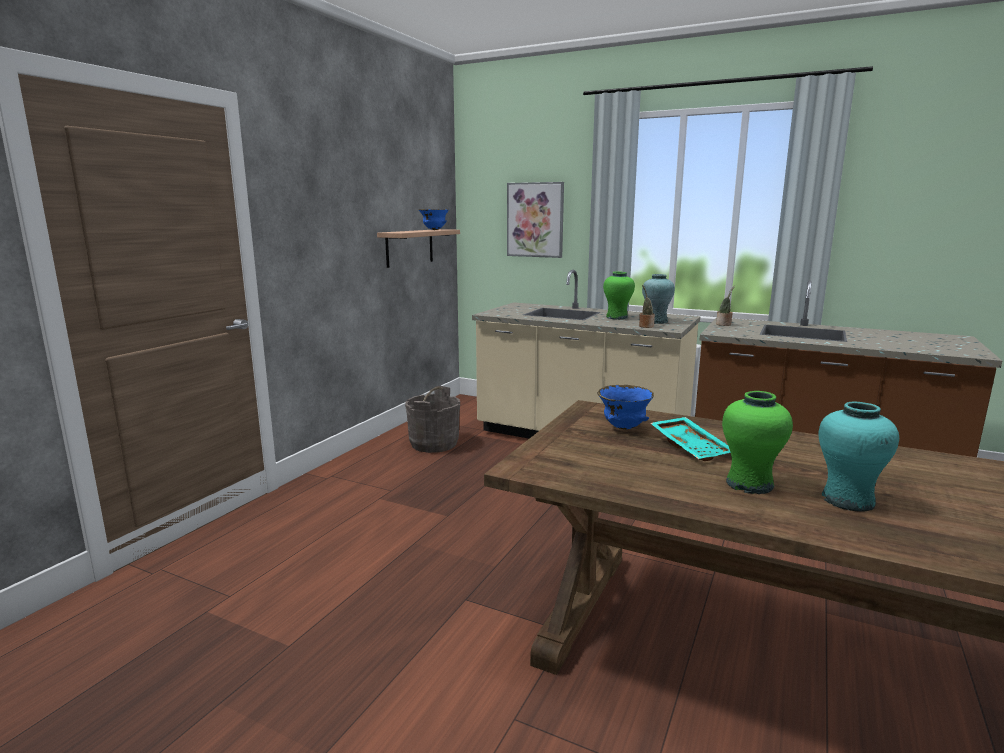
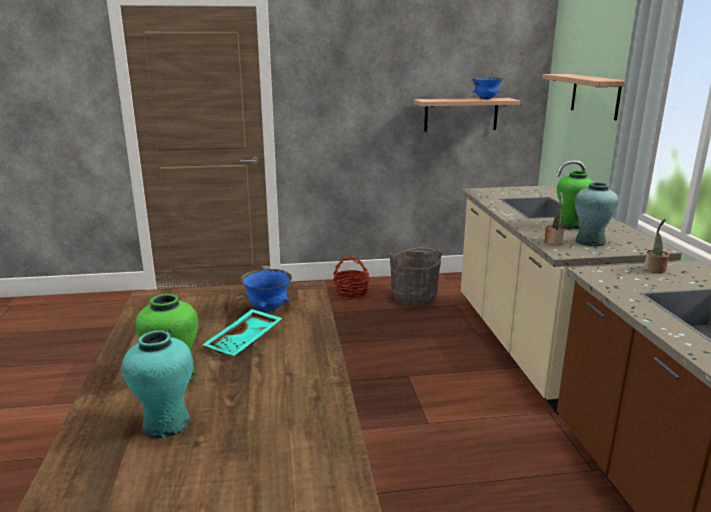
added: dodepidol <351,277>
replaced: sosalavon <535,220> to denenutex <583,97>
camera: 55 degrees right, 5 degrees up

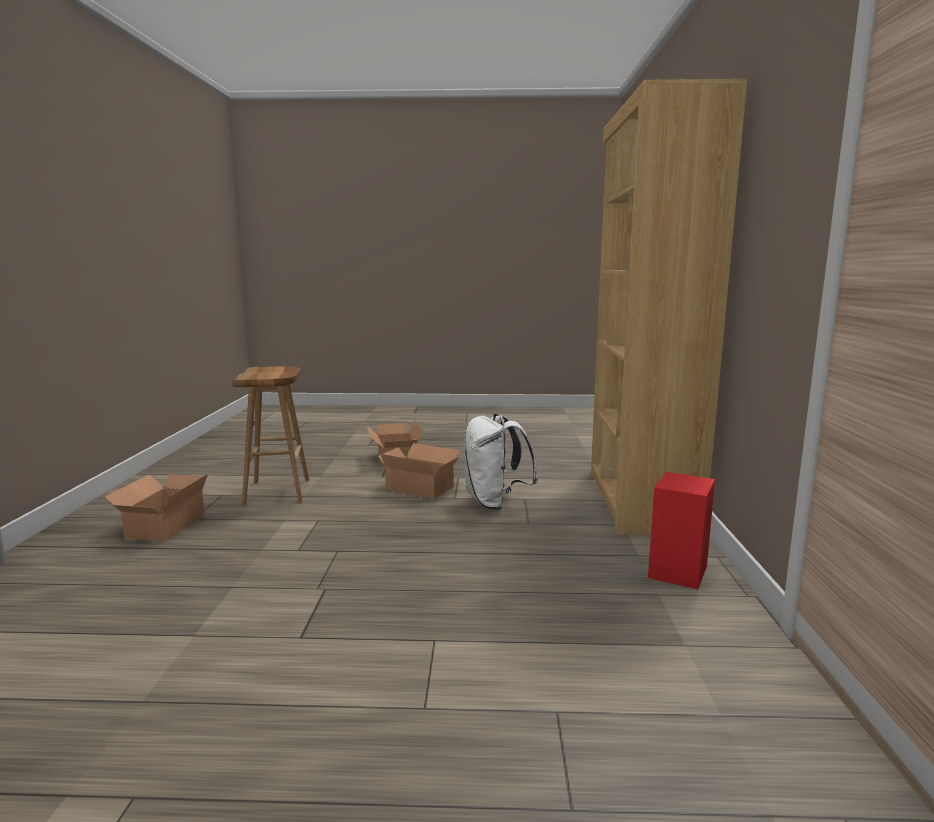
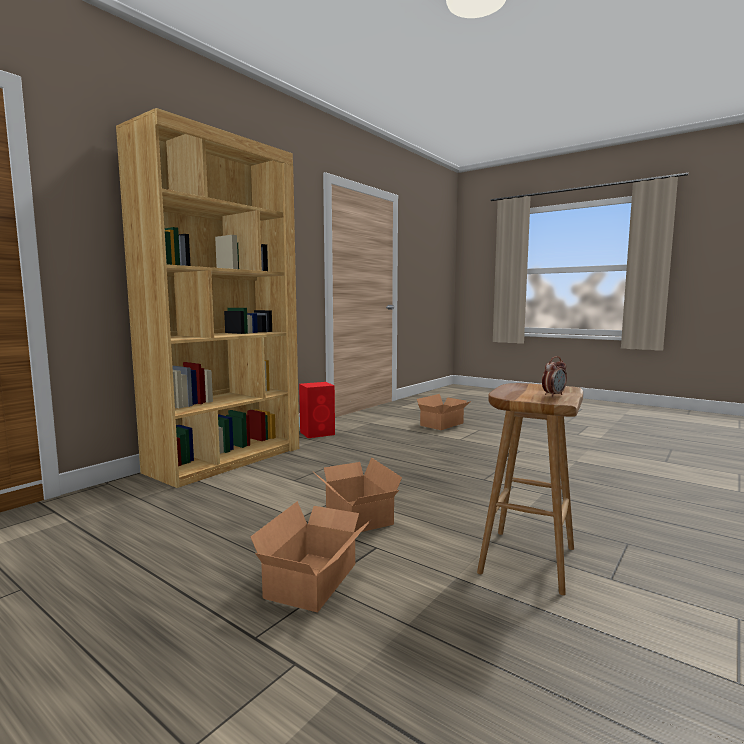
removed: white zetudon <501,462>
added: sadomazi <554,376>
moved: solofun <156,507> to <444,412>
camera: 145 degrees left, 5 degrees down

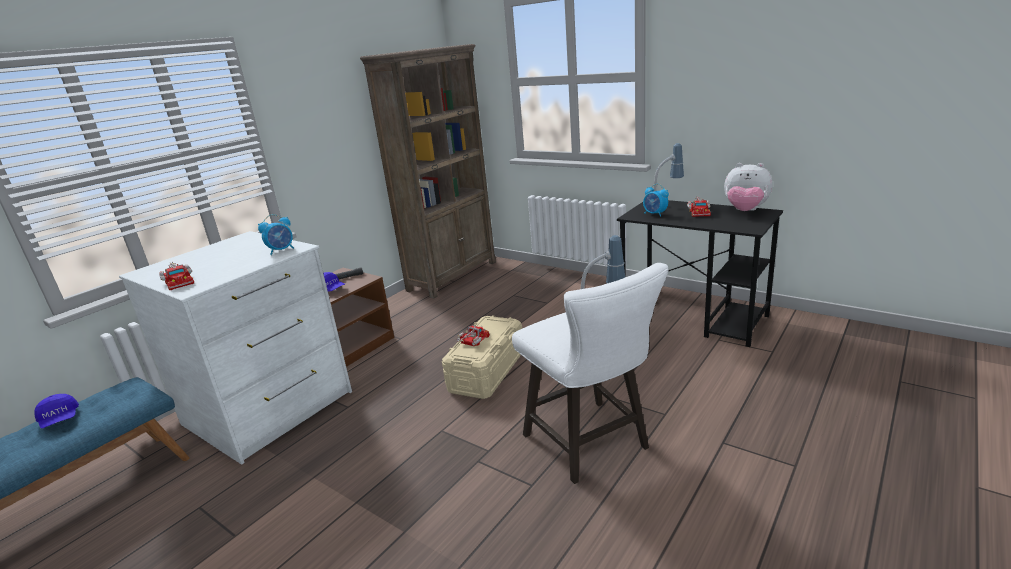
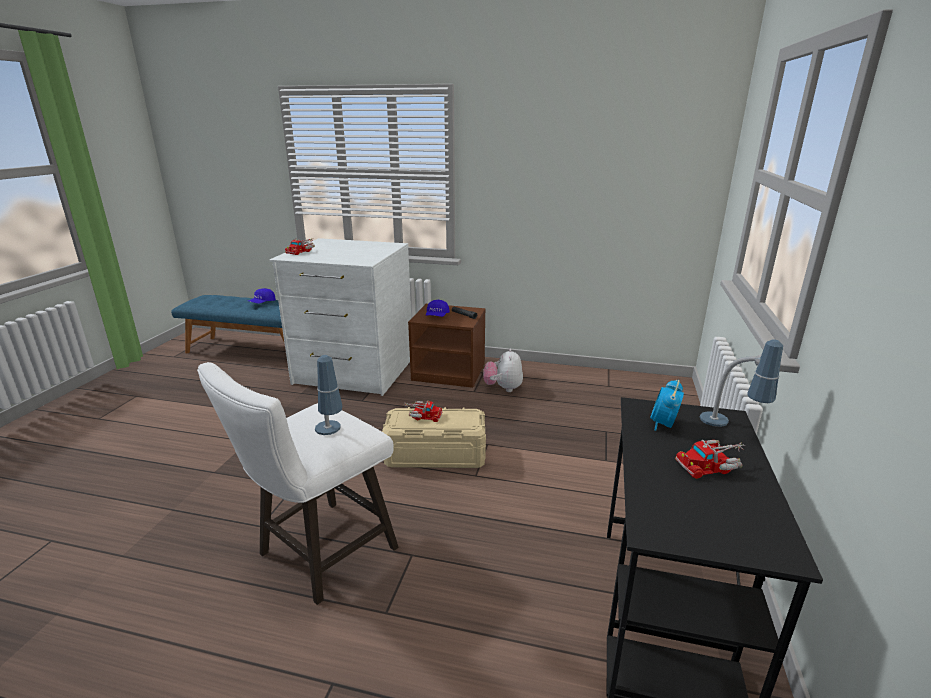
removed: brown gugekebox <428,171>; sadomazi <276,234>
moved: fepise <748,187> to <503,370>
camera: 65 degrees right, 0 degrees up

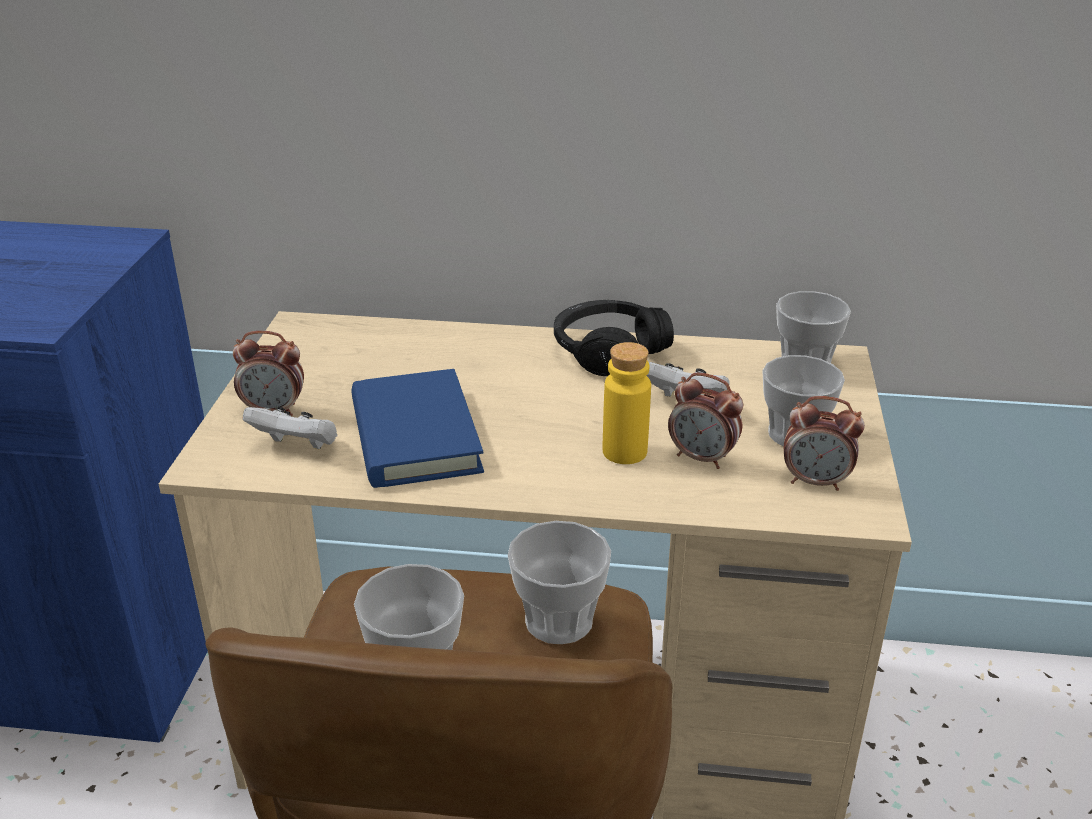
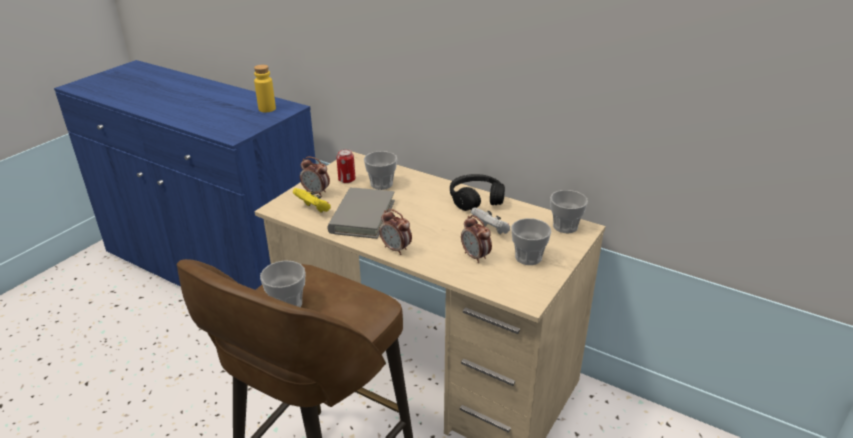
added: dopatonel <346,166>
moved: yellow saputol <627,403> to <265,88>; sadomazi <824,443> to <395,232>; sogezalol <559,582> to <380,170>
recoloured: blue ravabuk <418,428> to grey ravabuk <361,213>; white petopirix <290,427> to yellow petopirix <312,200>
camera: 25 degrees right, 0 degrees up

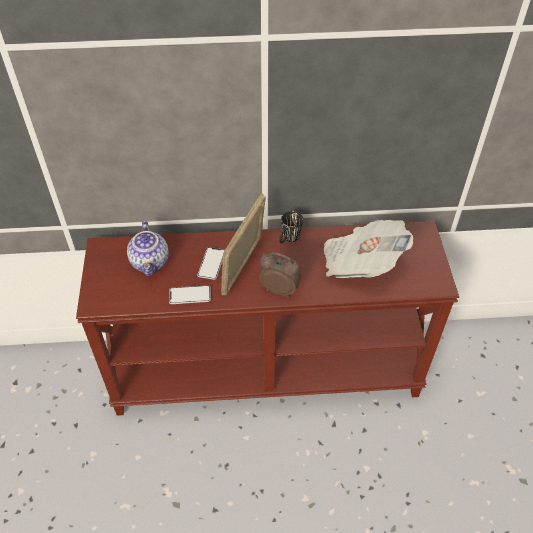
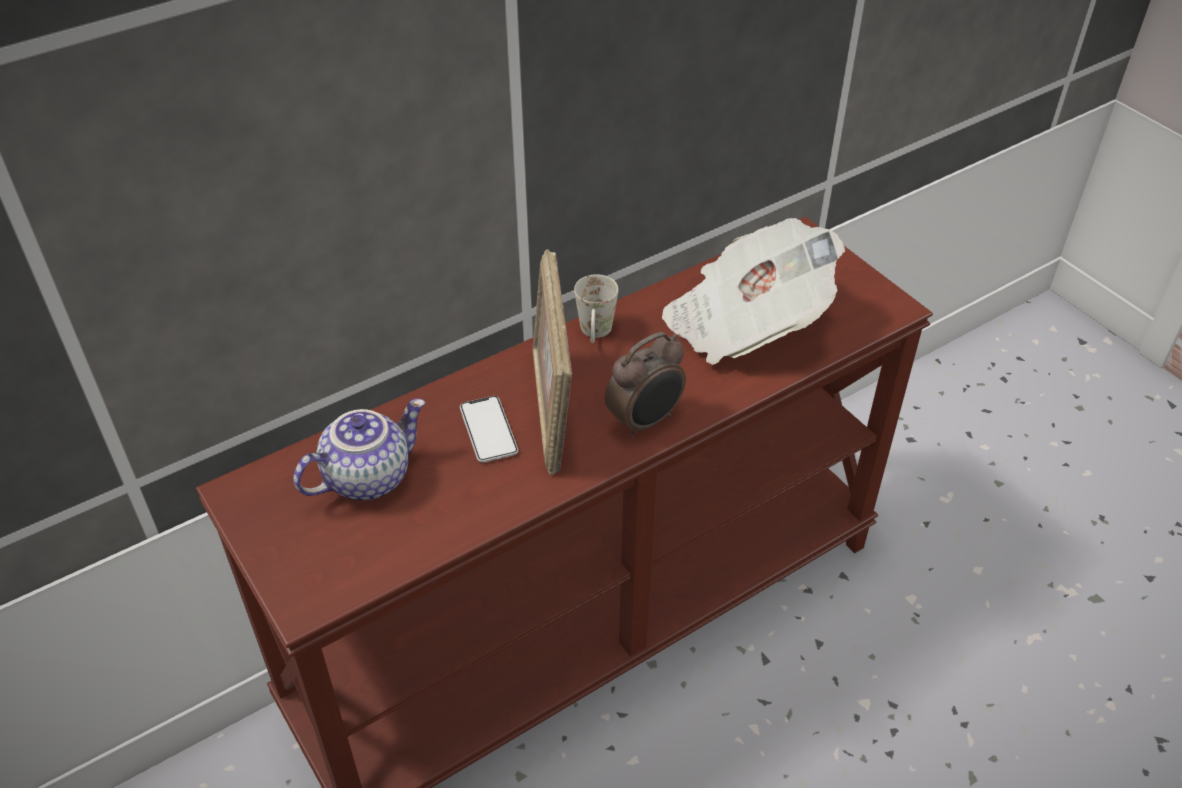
removed: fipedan <190,294>
recoloured: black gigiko <291,227> to white gigiko <596,308>
turned: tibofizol <148,248> = <359,449> 90 degrees counterclockwise; sadomazi <280,275> = <645,385> 150 degrees clockwise
camera: 30 degrees left, 5 degrees down

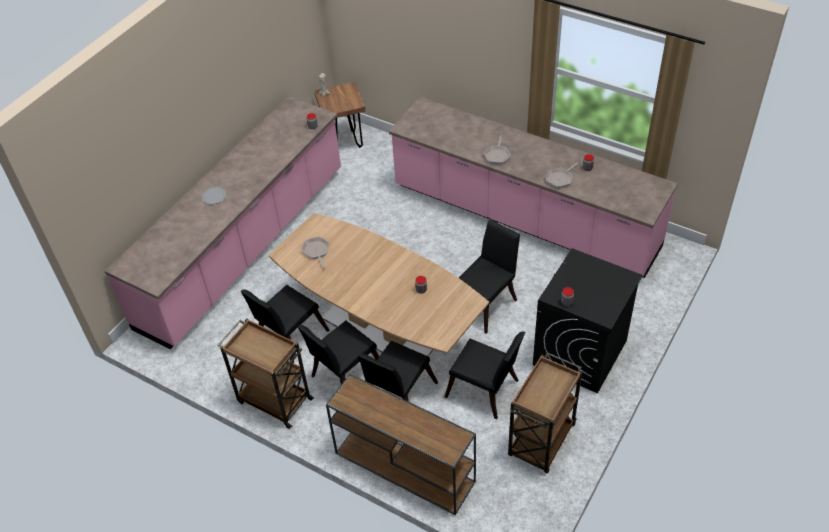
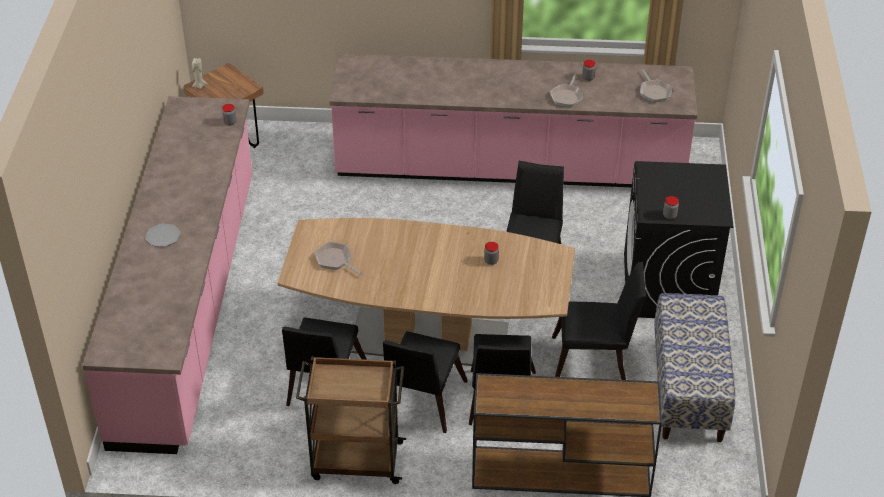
moved: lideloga <497,149> to <656,86>
replaced: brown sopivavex <545,413> to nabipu <695,367>
camera: 30 degrees left, 5 degrees down

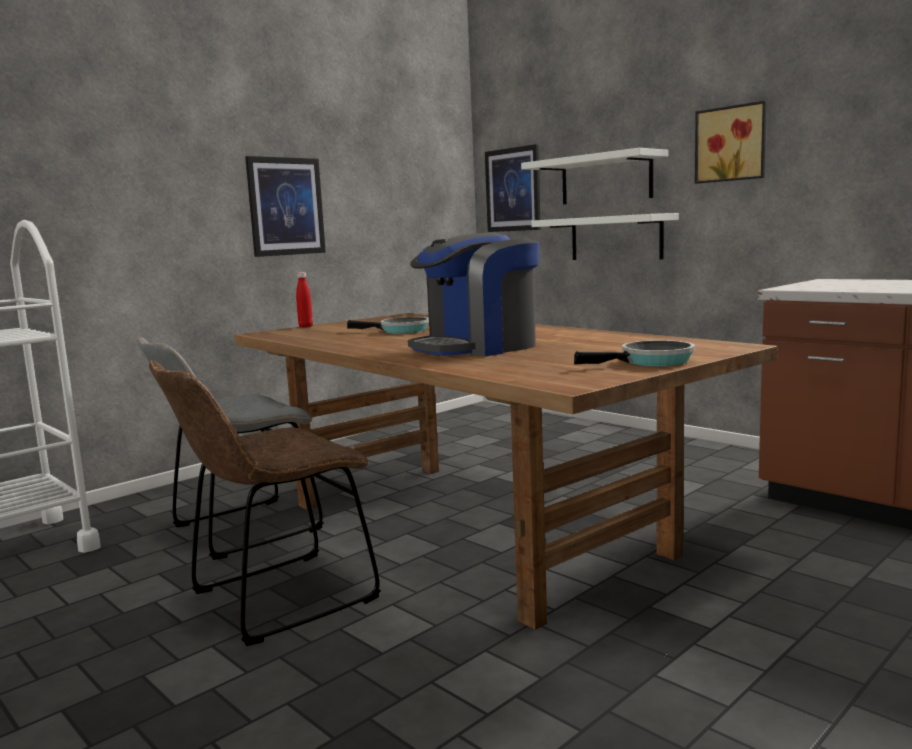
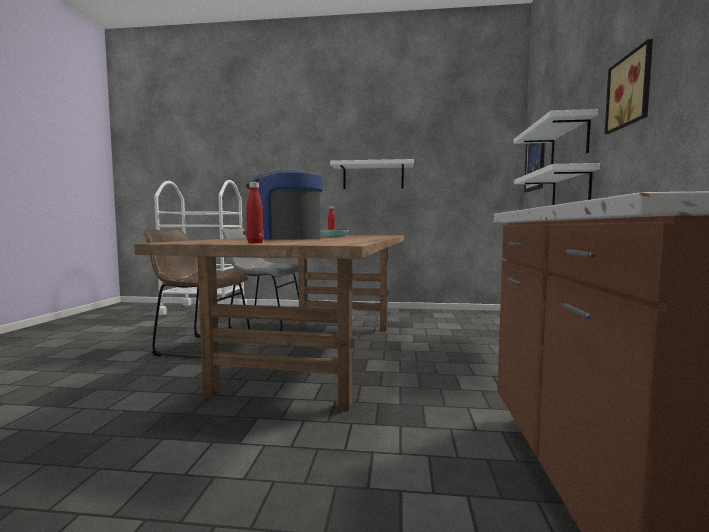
replaced: sosalavon <285,206> to white denenutex <372,174>; lideloga <634,353> to red saputol <255,212>
camera: 50 degrees right, 5 degrees down

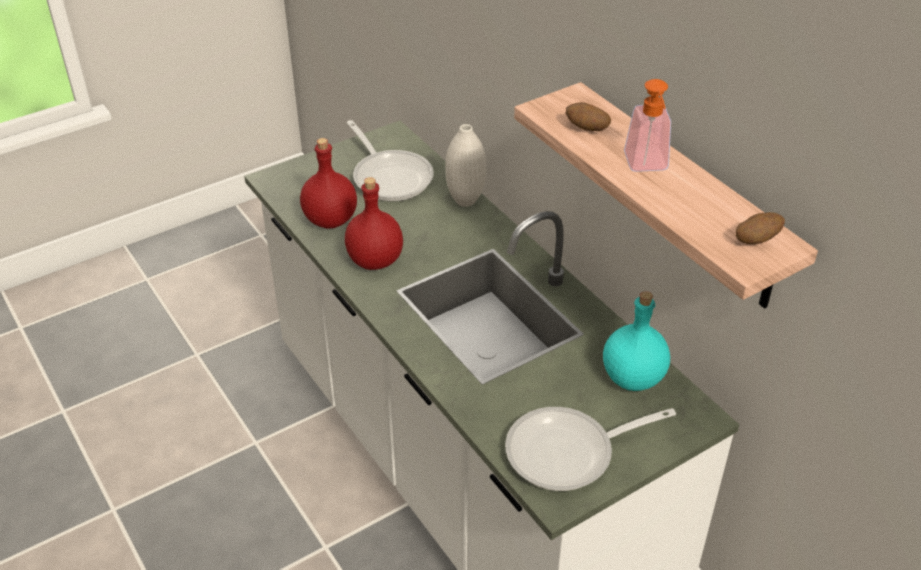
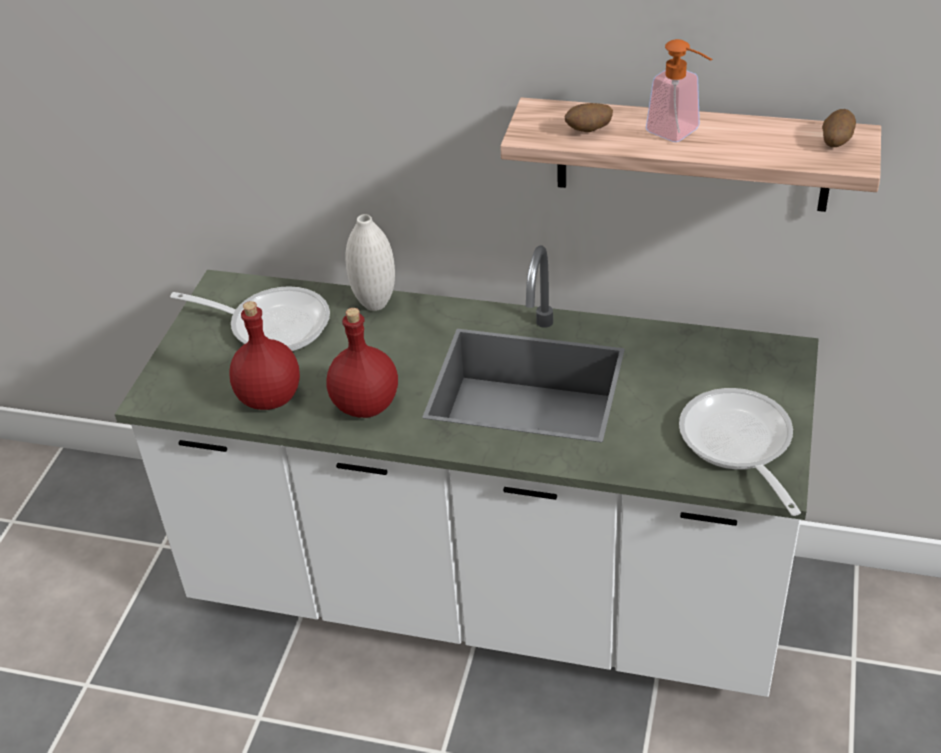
removed: turquoise saputol <636,341>
turned: lideloga <590,449> = <740,452> 135 degrees clockwise
camera: 40 degrees left, 0 degrees up

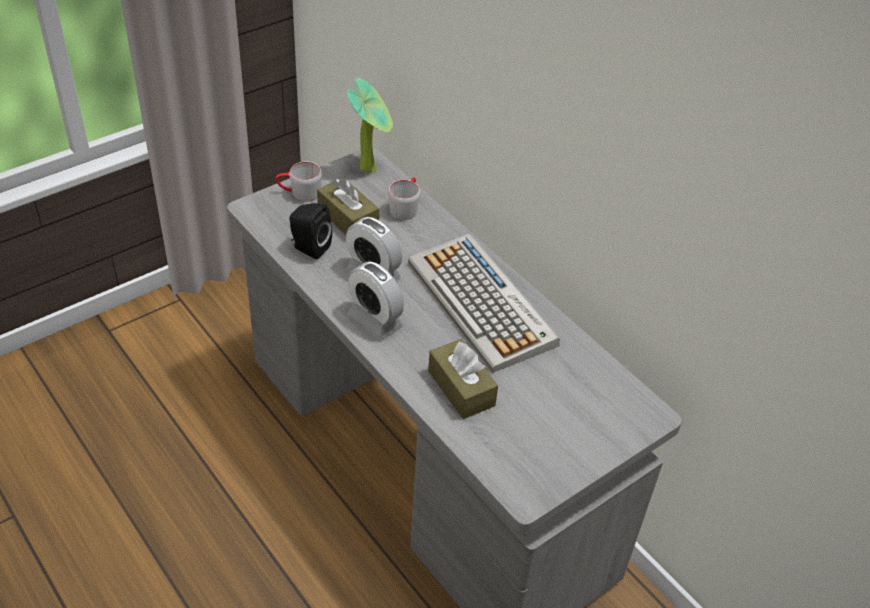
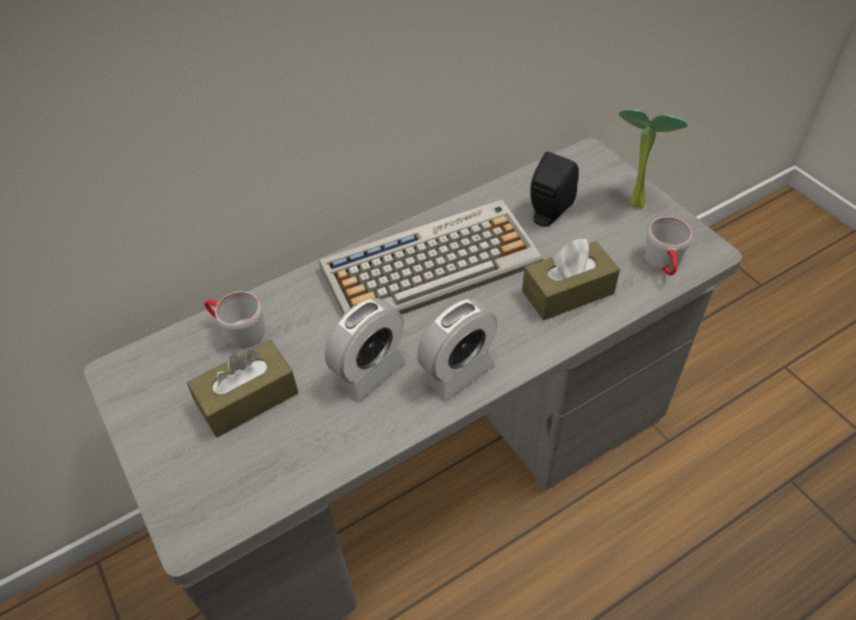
moved: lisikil <370,125> to <653,158>; grey gigiko <298,182> to <668,246>; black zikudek <310,231> to <554,189>
camera: 80 degrees left, 5 degrees up

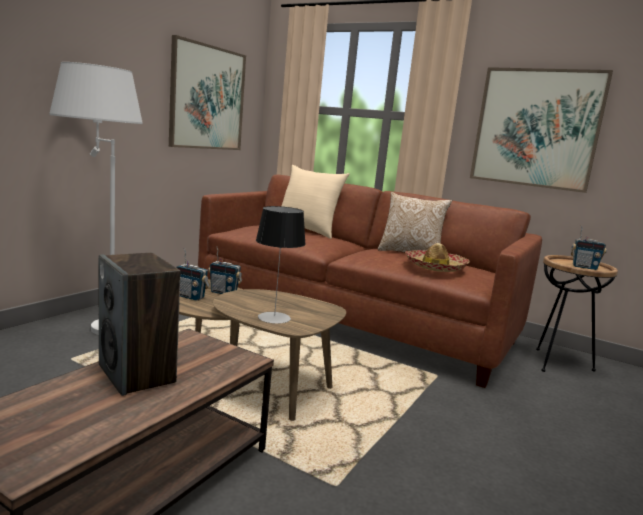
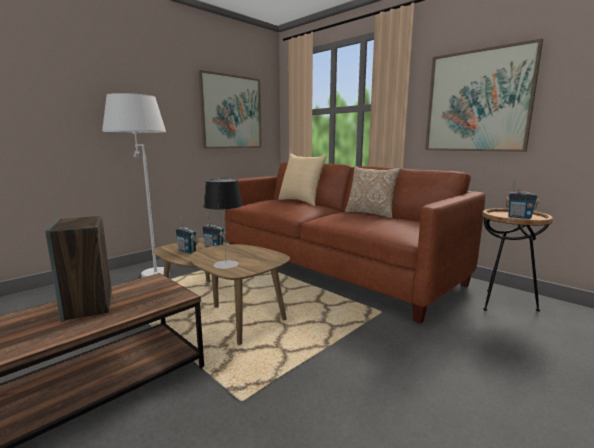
removed: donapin <437,257>
camera: 15 degrees right, 0 degrees up

